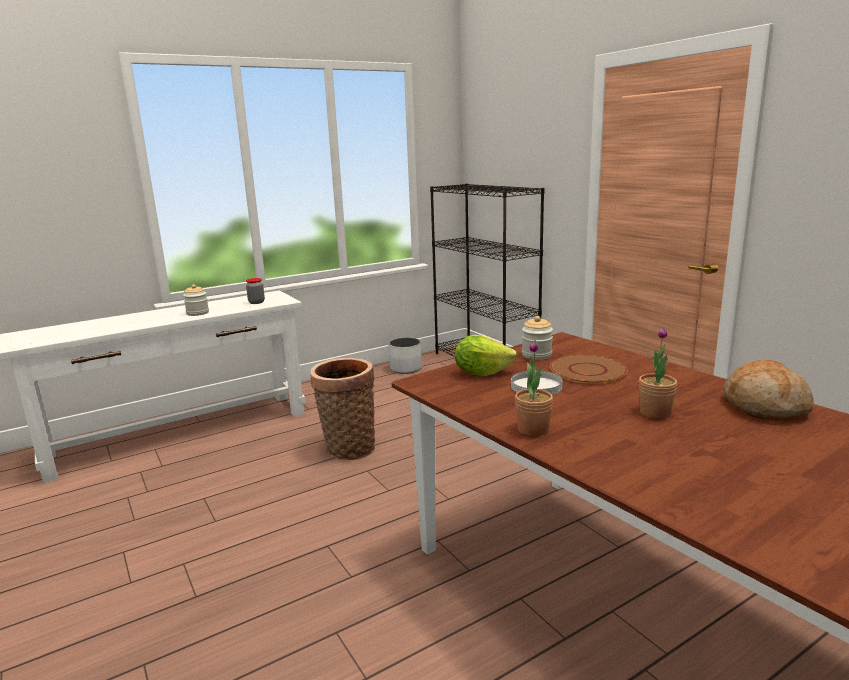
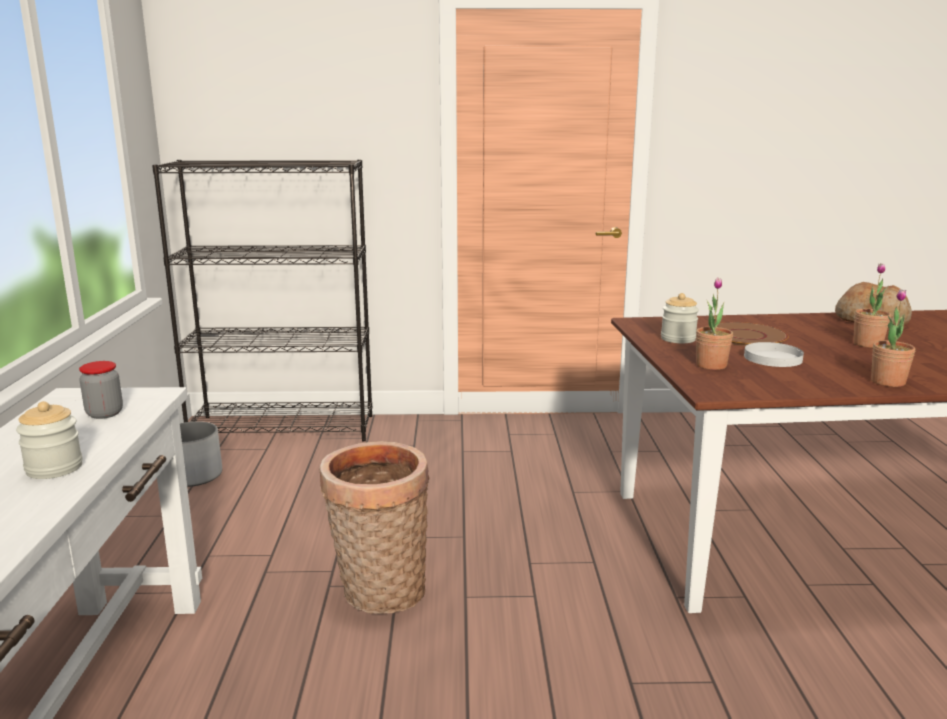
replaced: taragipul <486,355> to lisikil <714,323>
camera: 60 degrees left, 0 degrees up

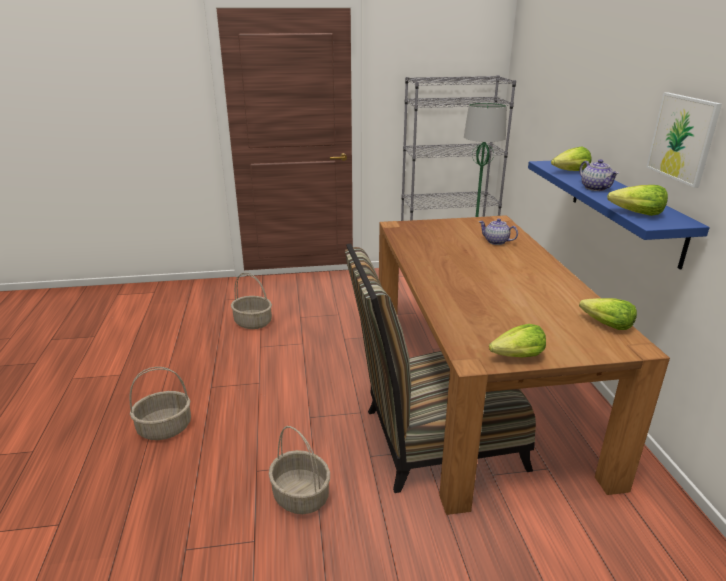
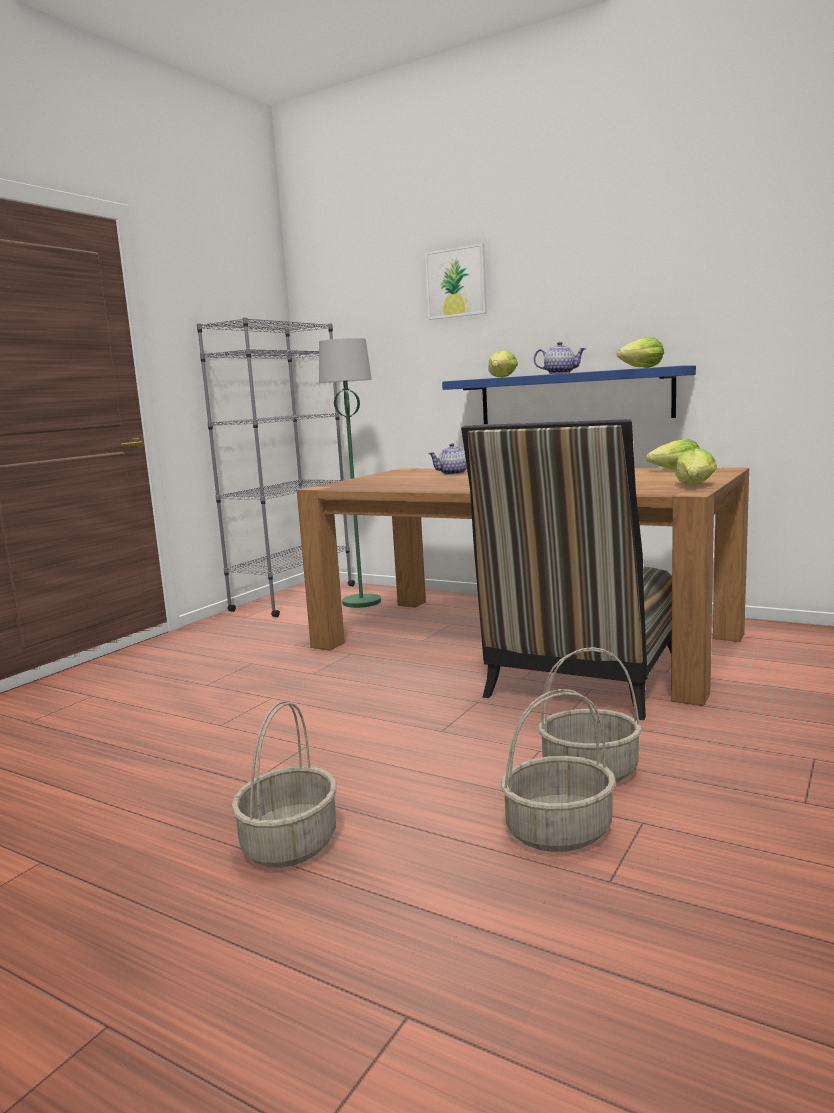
moved: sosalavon <684,140> to <456,281>; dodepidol <251,301> to <558,770>
camera: 50 degrees left, 15 degrees down

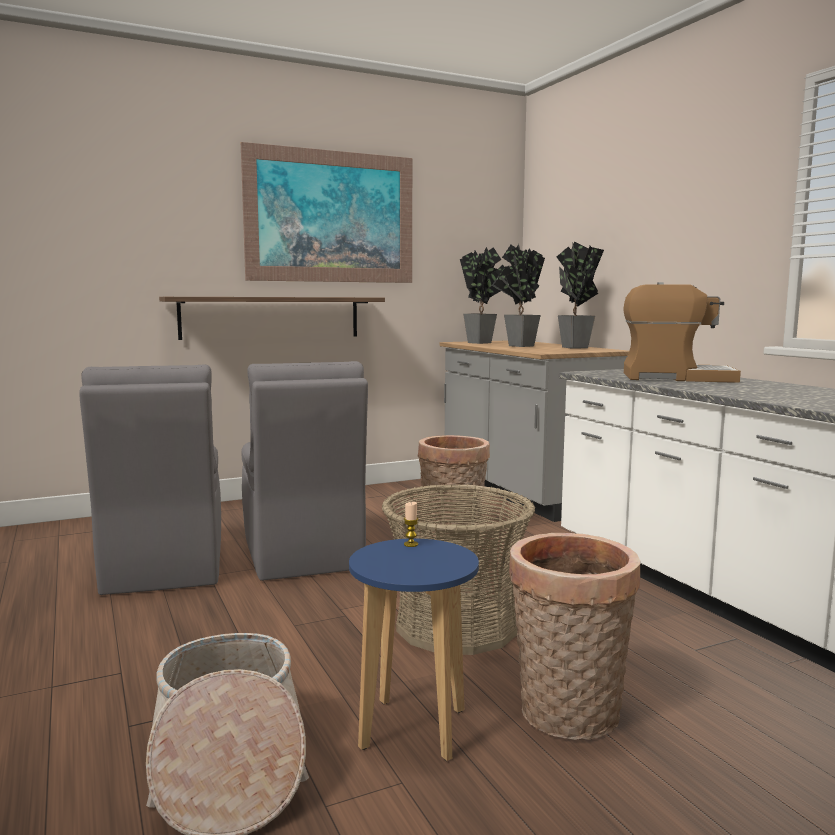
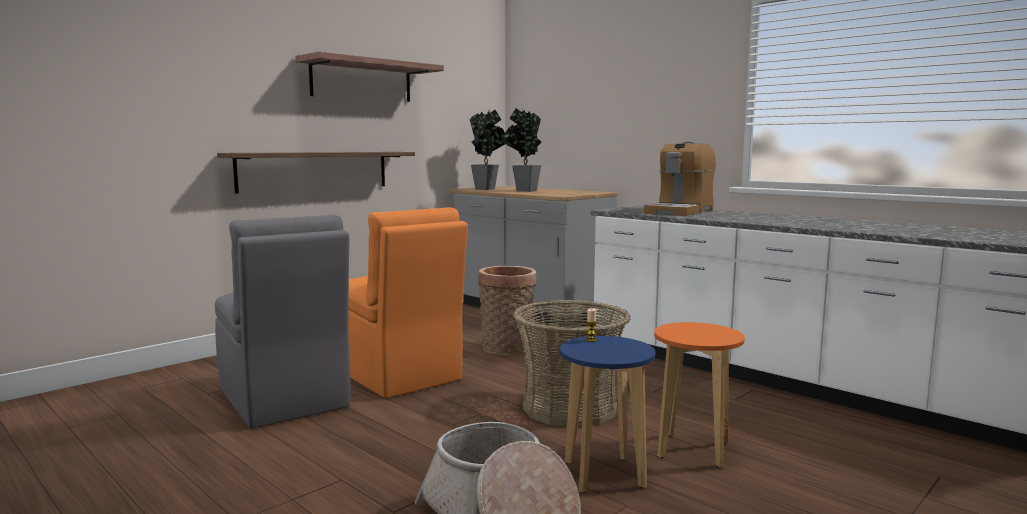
removed: lisikil <580,295>
replaced: sosalavon <326,212> to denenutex <369,76>; dodepidol <574,636> to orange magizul <699,395>
recoloured: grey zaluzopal <304,471> to orange zaluzopal <408,302>
turned: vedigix <682,332> = <680,179> 135 degrees clockwise
camera: 20 degrees left, 0 degrees up

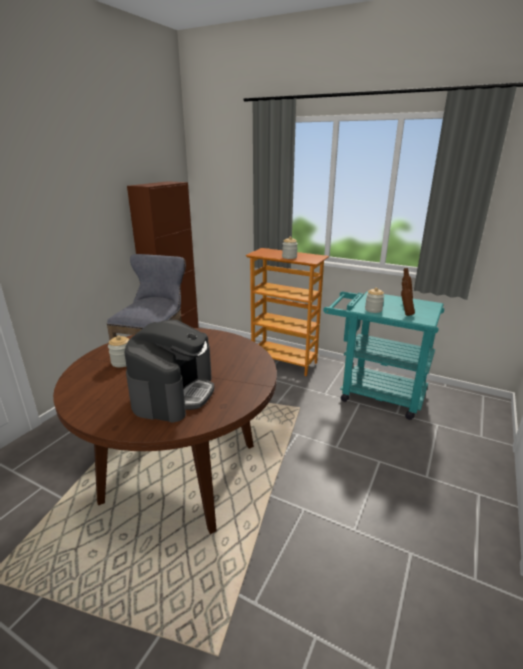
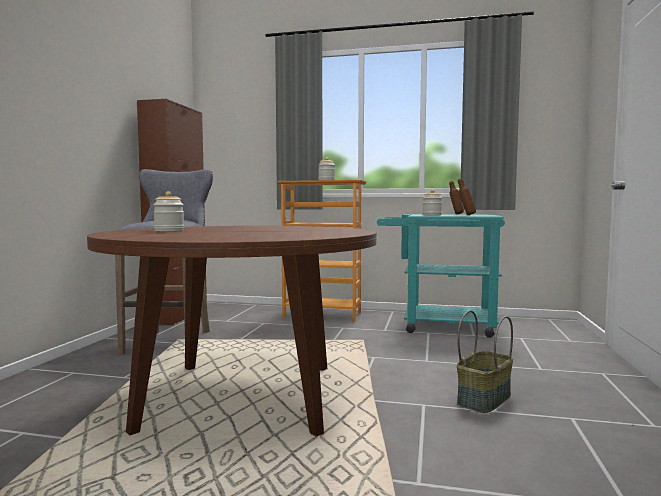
removed: vedigix <169,371>
added: dodepidol <485,361>
camera: 15 degrees left, 20 degrees down

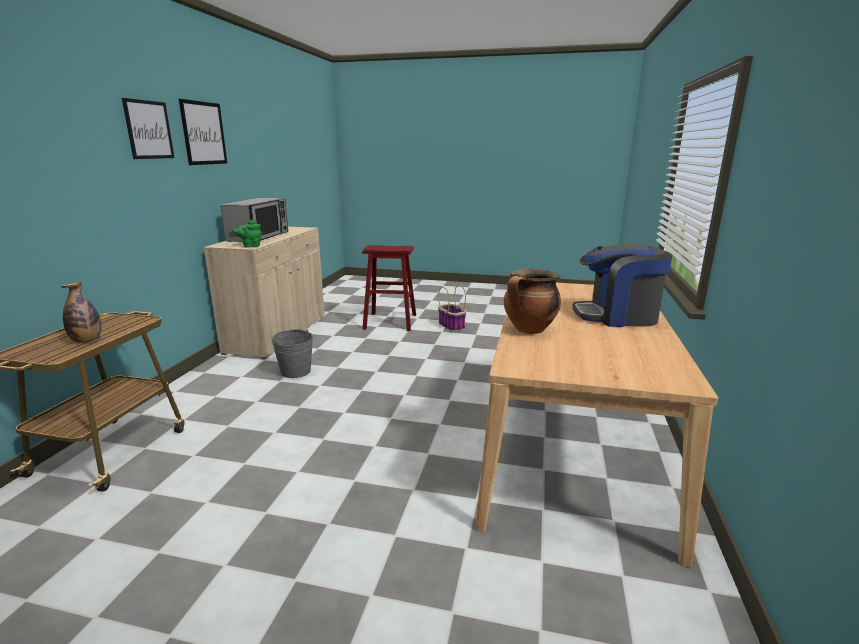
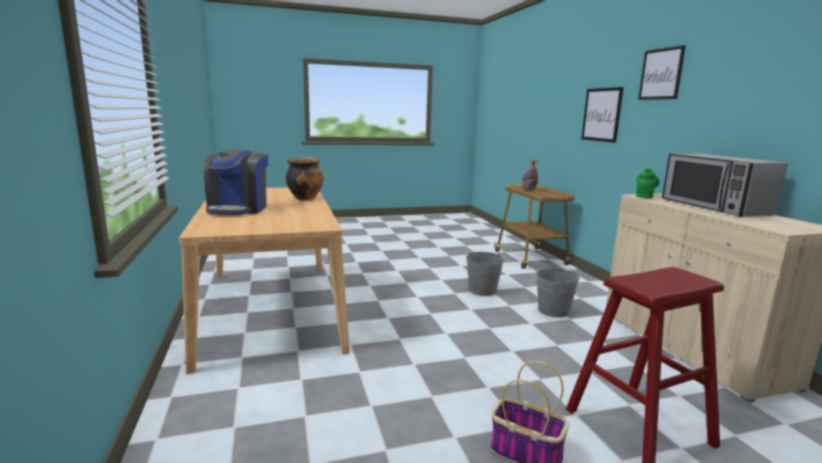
added: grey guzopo <485,274>
moved: sosalavon <203,132> to <602,115>
turned: vedigix <622,285> = <235,182> 120 degrees clockwise
camera: 150 degrees right, 5 degrees down

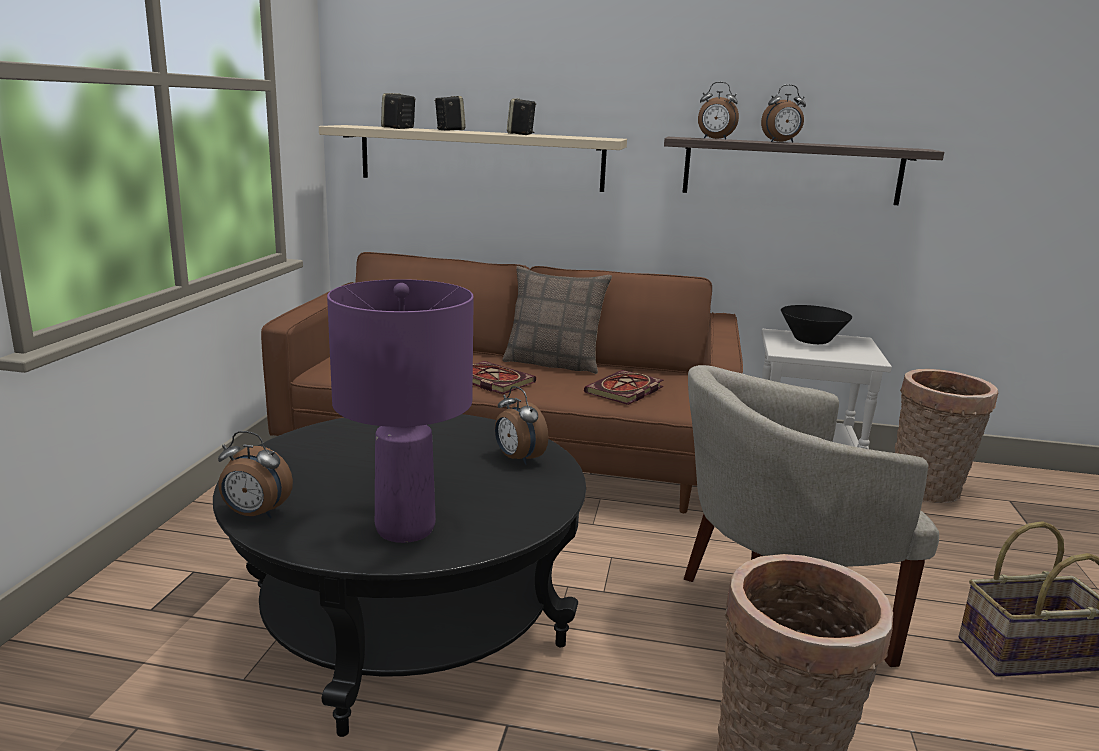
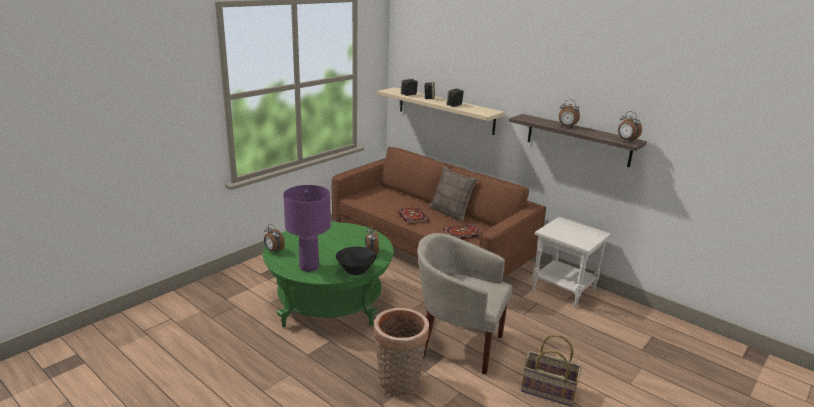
removed: dodepidol <946,436>
moved: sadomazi <718,111> to <630,126>; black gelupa <816,324> to <356,261>
recoloured: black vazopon <399,575> to green vazopon <328,274>
camera: 30 degrees right, 5 degrees up

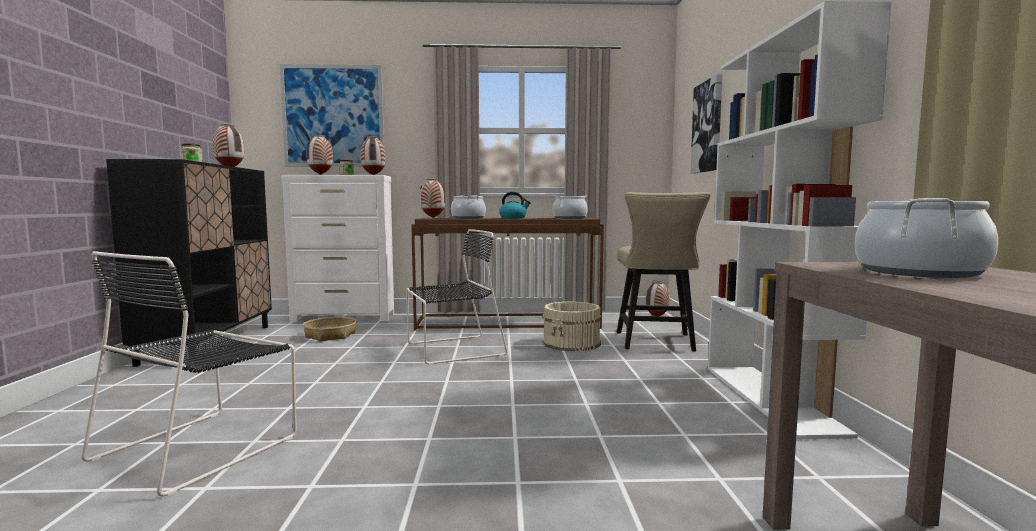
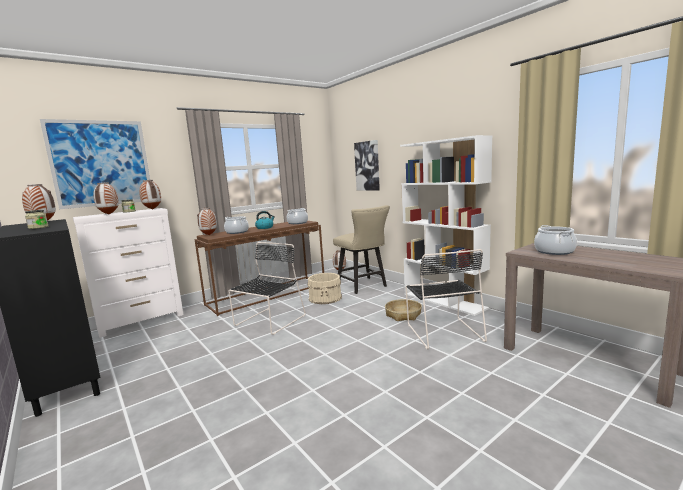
moved: black zaluzopal <189,373> to <446,299>; dodepidol <330,329> to <403,310>
camera: 35 degrees left, 5 degrees up

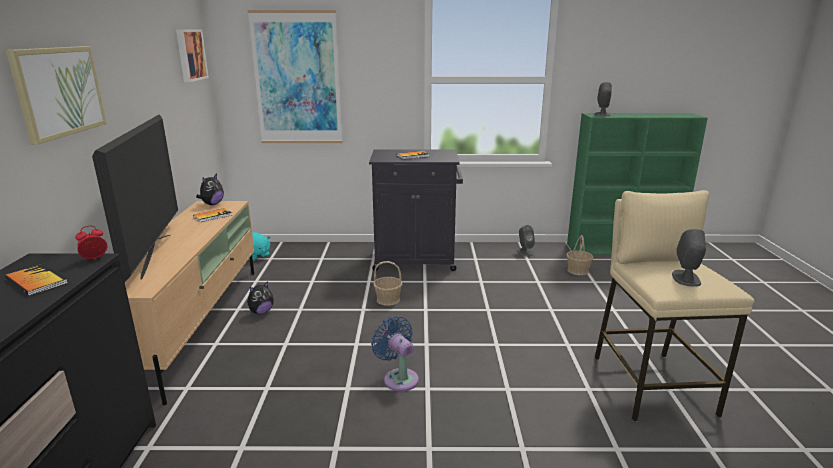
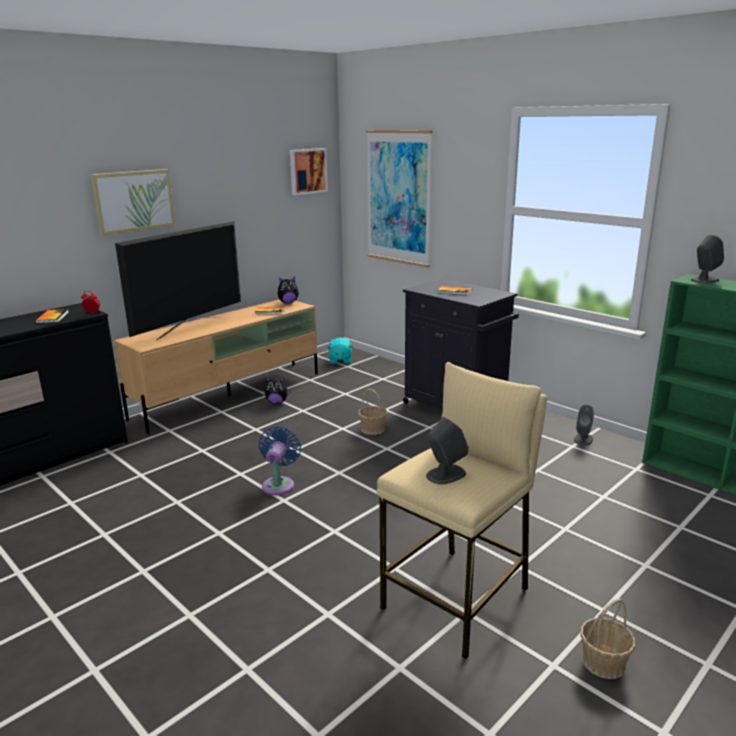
moved: dodepidol <579,255> to <607,639>
camera: 45 degrees right, 0 degrees up

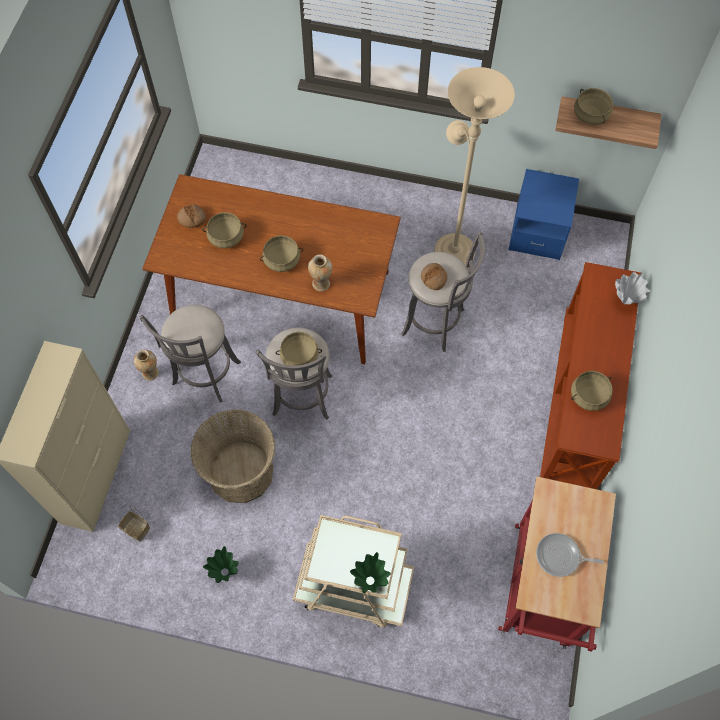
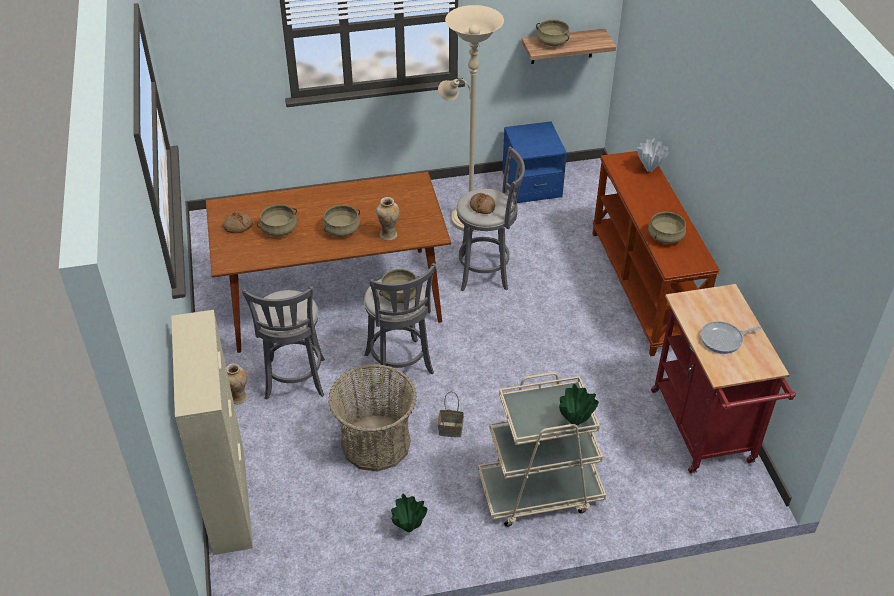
moved: dodepidol <133,524> to <451,414>
camera: 25 degrees left, 20 degrees down

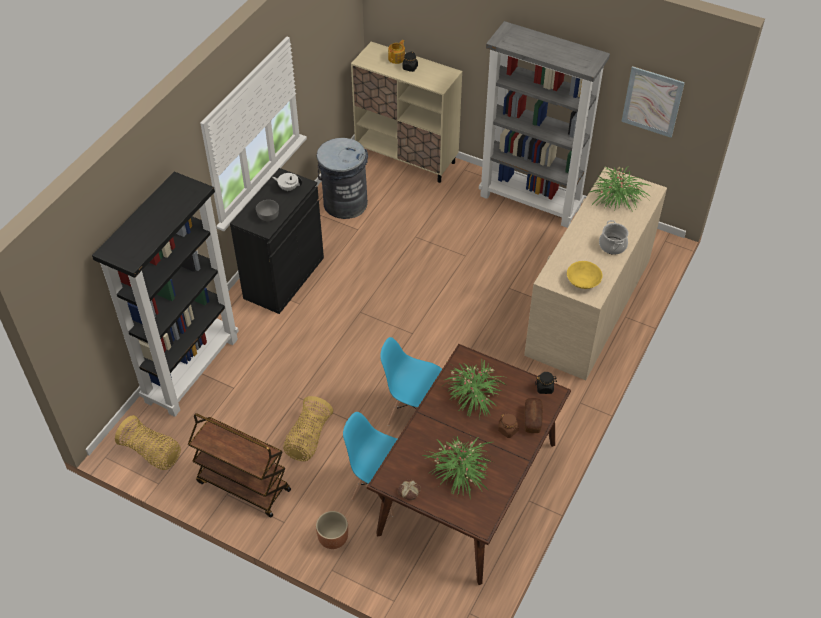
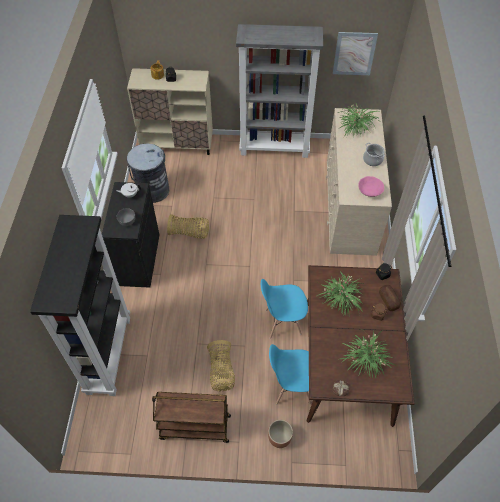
moved: dodepidol <148,442> to <188,226>
recoloured: yellow gelupa <585,275> to pink gelupa <371,186>
camera: 25 degrees left, 5 degrees up

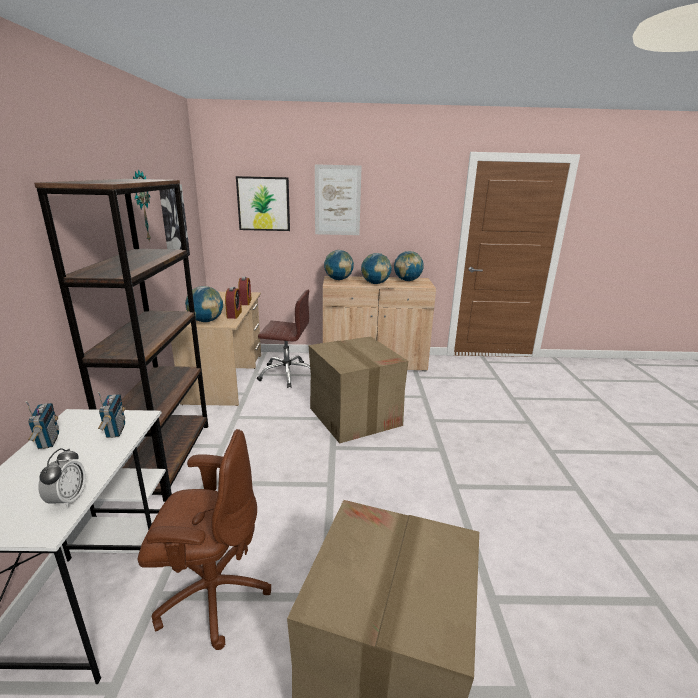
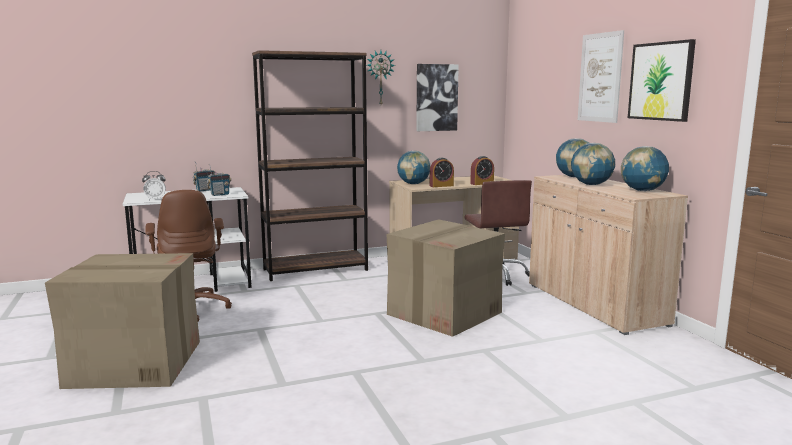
moved: sosalavon <263,203> to <662,80>
camera: 70 degrees right, 10 degrees down

